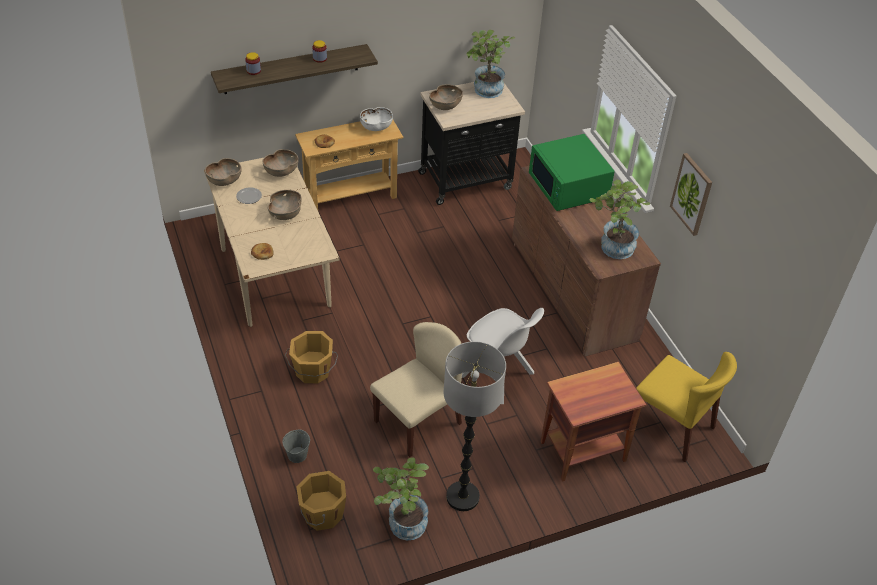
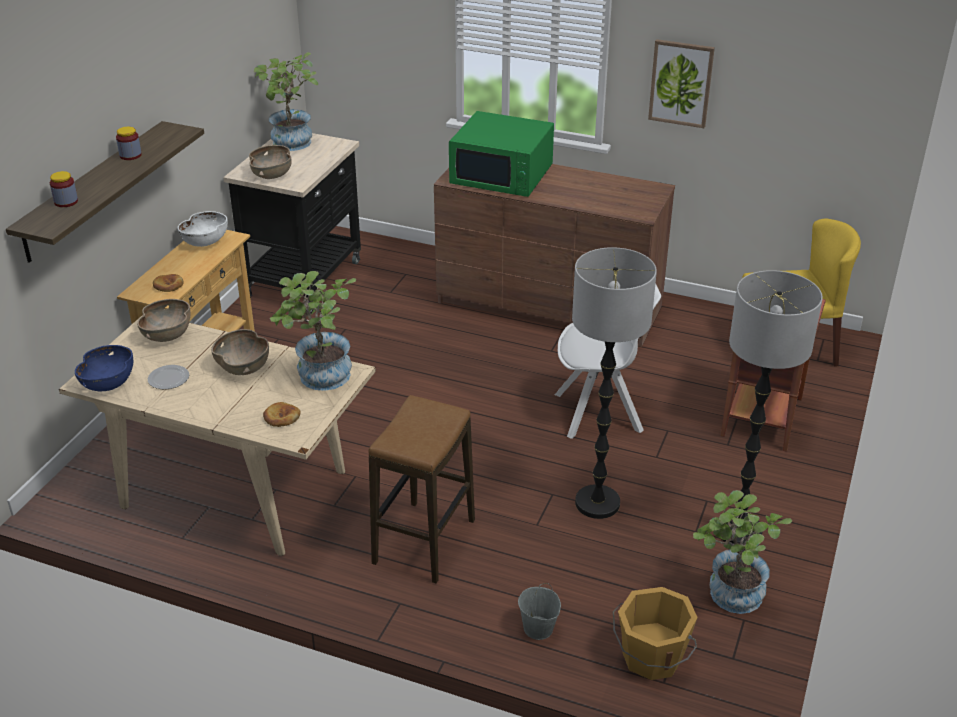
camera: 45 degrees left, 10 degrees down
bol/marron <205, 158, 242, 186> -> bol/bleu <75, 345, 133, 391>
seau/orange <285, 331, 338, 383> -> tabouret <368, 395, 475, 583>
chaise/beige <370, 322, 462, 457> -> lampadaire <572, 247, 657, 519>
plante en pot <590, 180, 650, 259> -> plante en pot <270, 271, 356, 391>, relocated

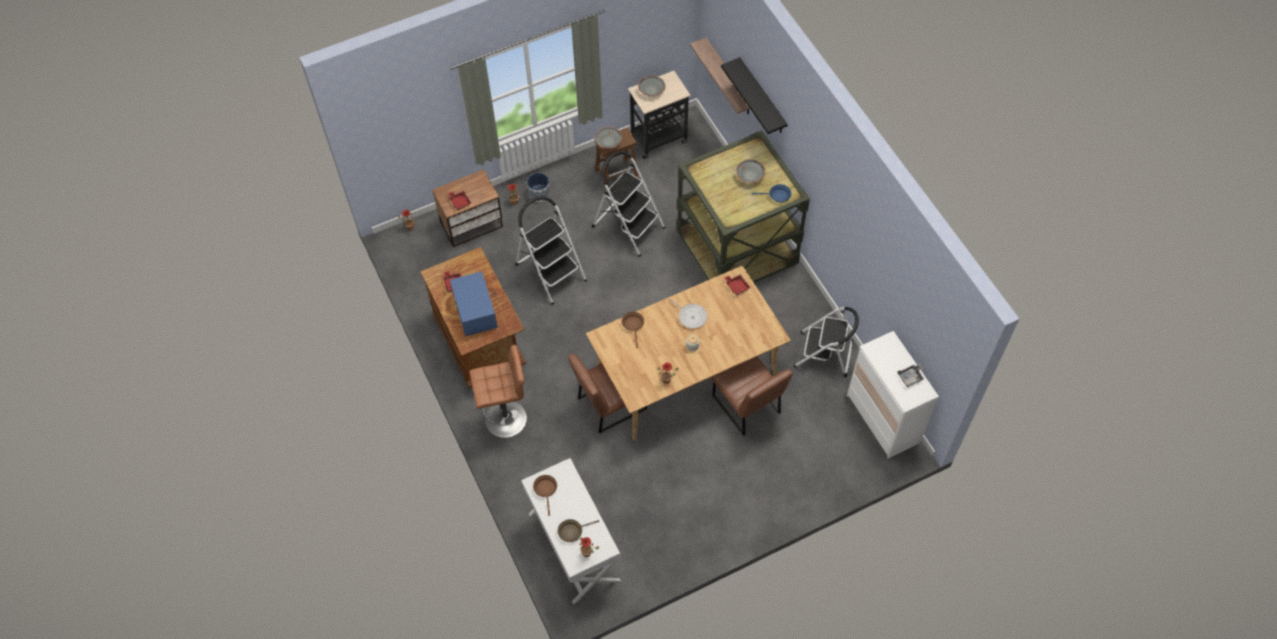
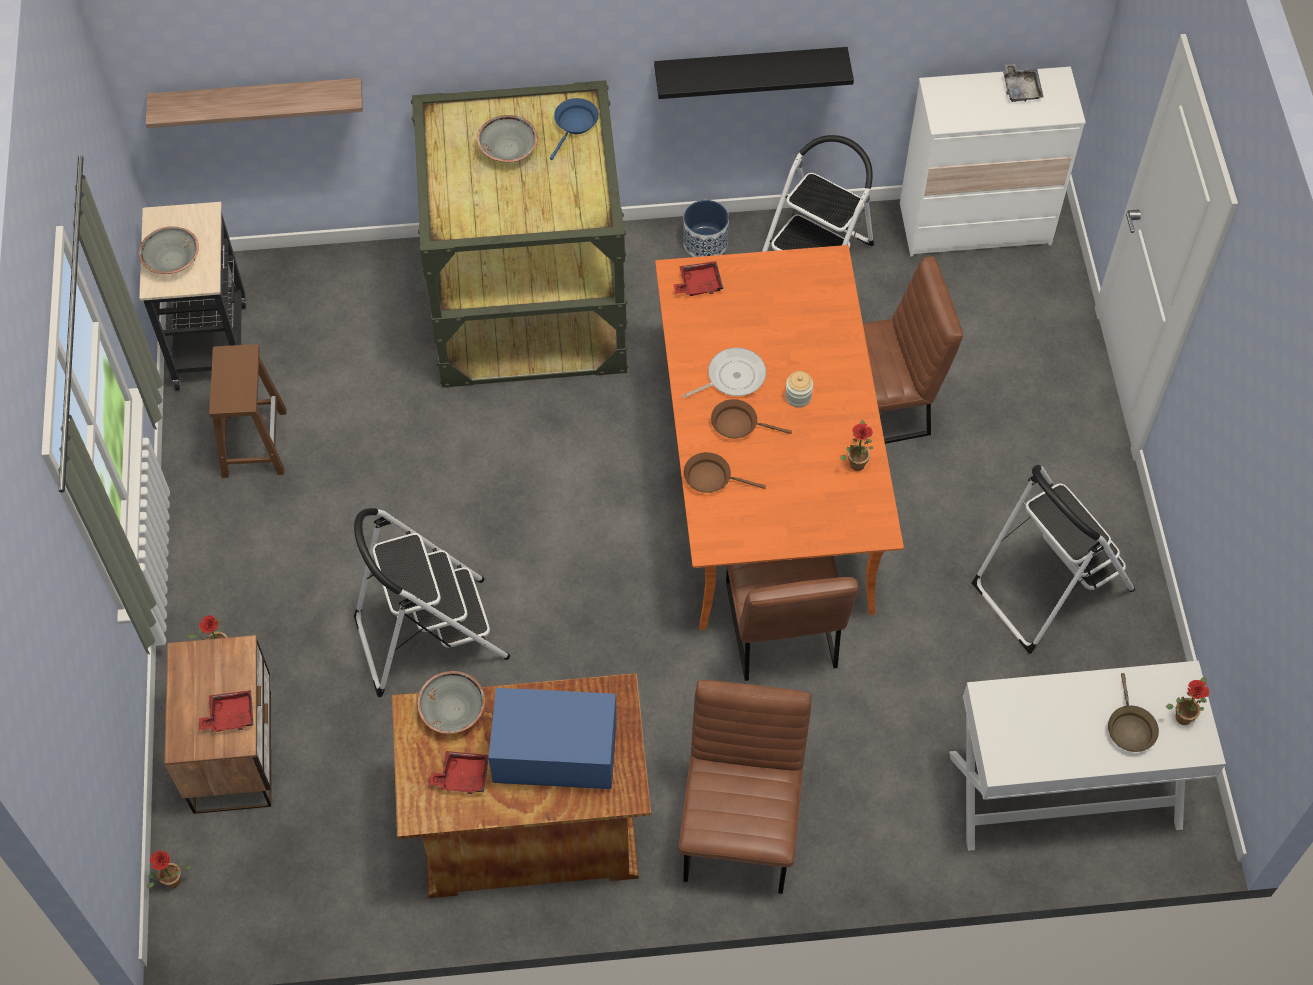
camera: 70 degrees left, 0 degrees up
tabouret/marron <469, 345, 527, 438> -> chaise/marron <678, 680, 812, 894>
cache-pot <527, 173, 550, 202> -> cache-pot <683, 200, 729, 257>, relocated
poêle/marron <533, 475, 557, 516> -> poêle/marron <711, 399, 792, 439>, relocated
table à manger/beige <586, 266, 791, 441> -> table à manger/orange <655, 245, 904, 630>
escabeau <592, 151, 665, 256> -> escabeau <972, 465, 1135, 654>, relocated
bol/gris <595, 127, 622, 149> -> bol/gris <417, 671, 486, 734>, relocated
étagère/noir <721, 57, 788, 134> -> étagère/noir <654, 47, 854, 99>, relocated

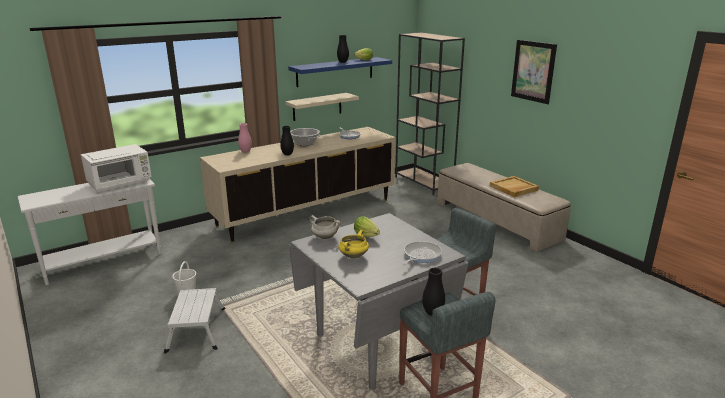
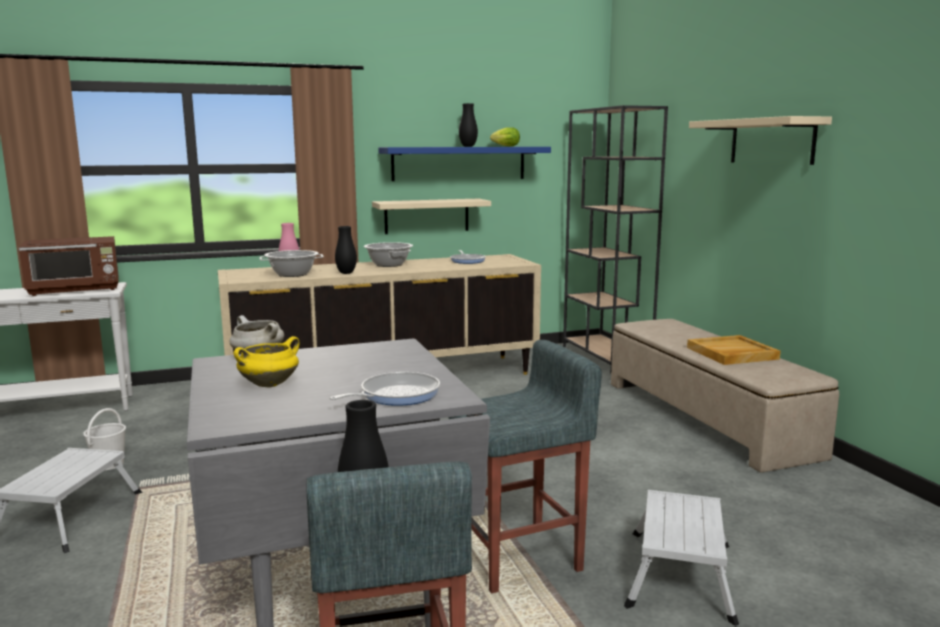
camera: 15 degrees right, 10 degrees down
micro-ondes/blanc <81, 144, 152, 192> -> micro-ondes/marron <19, 236, 118, 296>
laitue <354, 216, 380, 237> -> none
tableau <511, 40, 557, 104> -> étagère/beige <689, 116, 832, 165>
none -> marmite <260, 250, 324, 277>
none -> escabeau/blanc <624, 490, 739, 626>

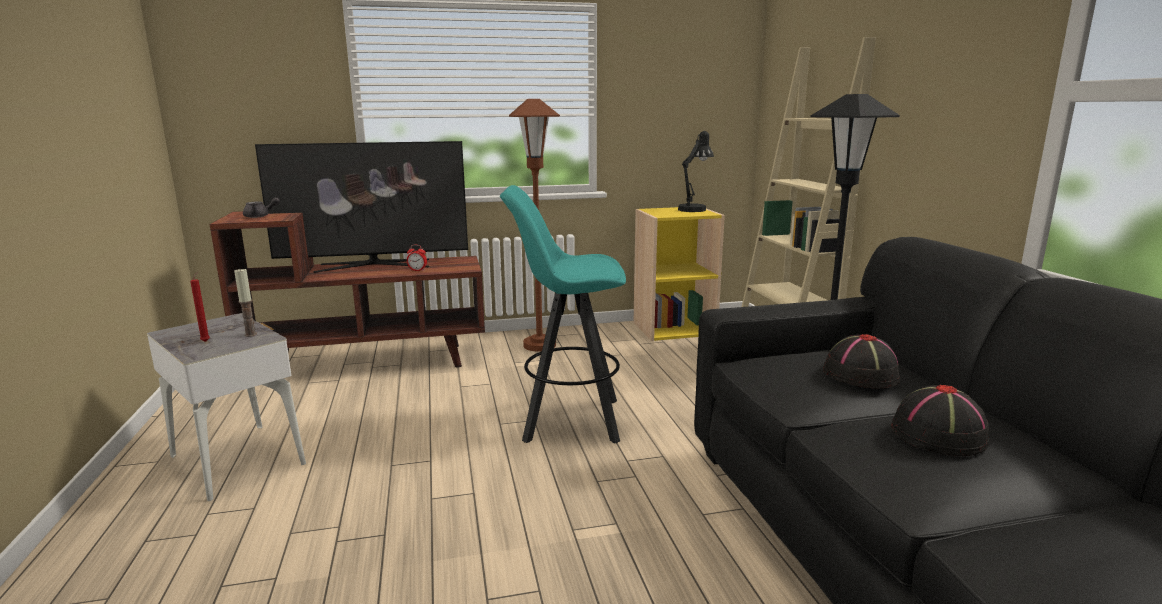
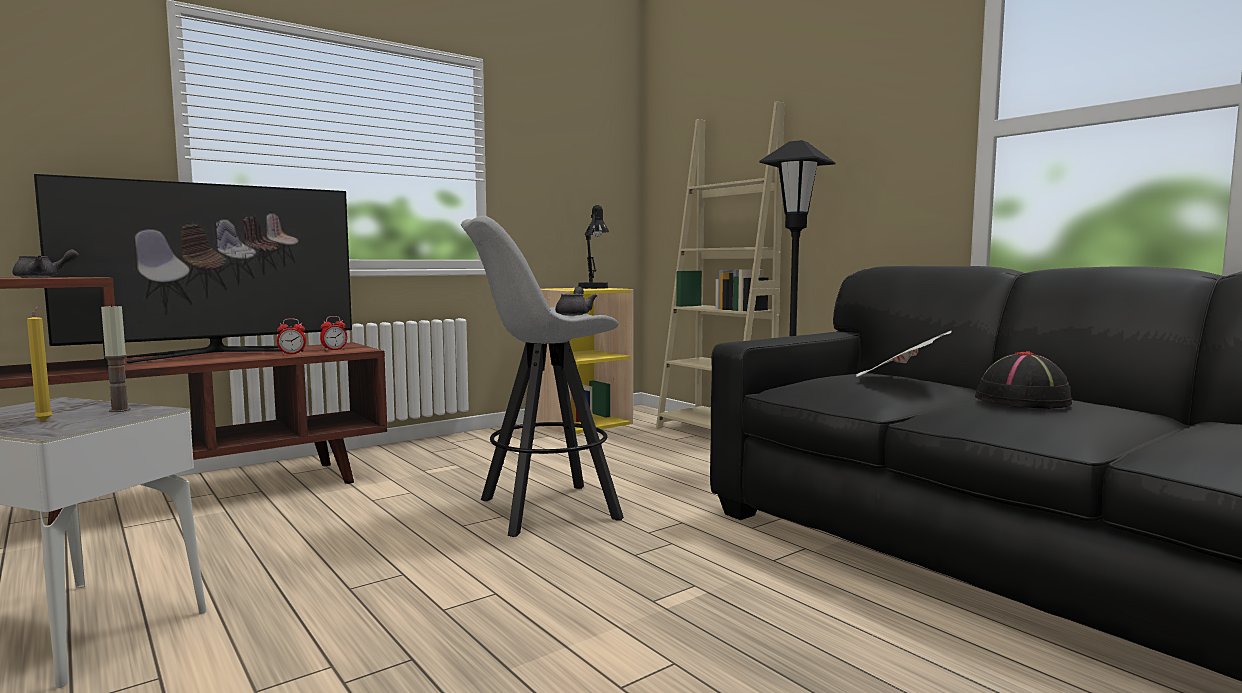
camera: 25 degrees left, 10 degrees down
bougie/rouge <190, 272, 210, 342> -> bougie/jaune <27, 306, 53, 421>
tabouret/turquoise <500, 185, 626, 443> -> tabouret/gris <461, 216, 624, 537>
lampadaire/marron <509, 99, 560, 351> -> none
chapeau/noir <823, 334, 900, 389> -> journal <856, 331, 951, 377>
none -> réveil <320, 316, 347, 351>
none -> théière/gris <555, 287, 597, 316>

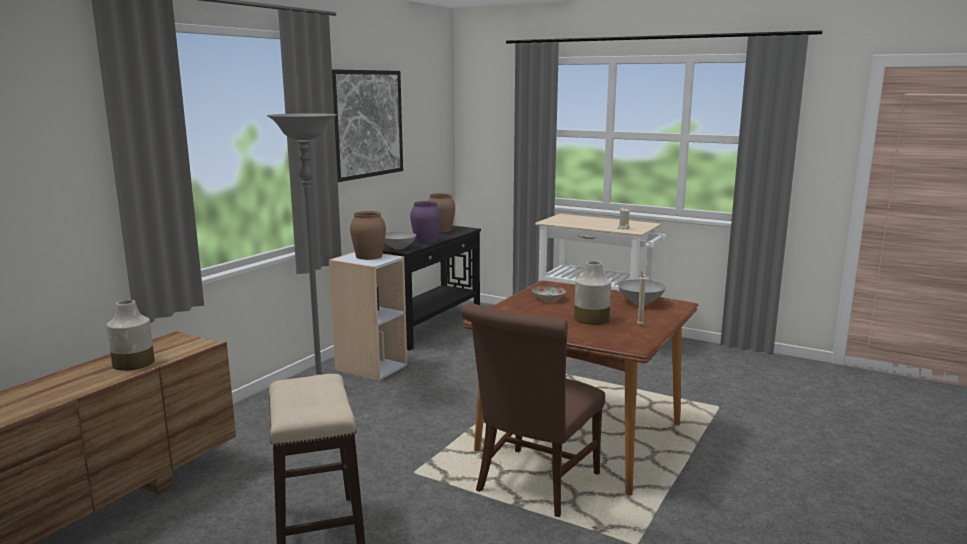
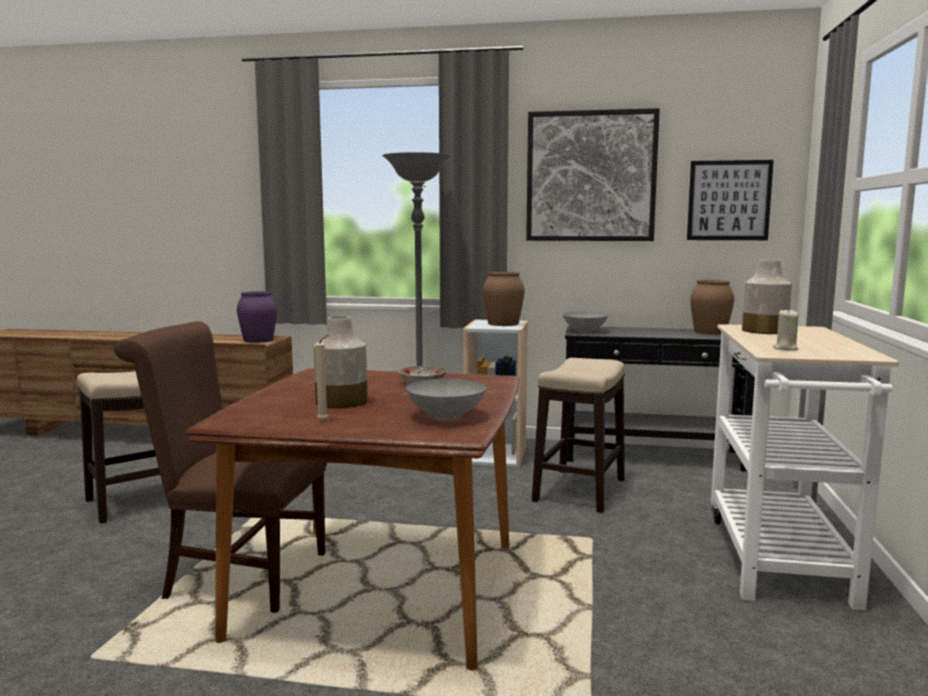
camera: 70 degrees right, 5 degrees down
vase/beige <107, 300, 155, 370> -> vase/beige <742, 259, 792, 334>, relocated
vase/violet <410, 201, 441, 243> -> vase/violet <237, 291, 277, 343>, relocated
none -> tabouret <532, 358, 625, 513>
none -> tableau <687, 160, 774, 240>

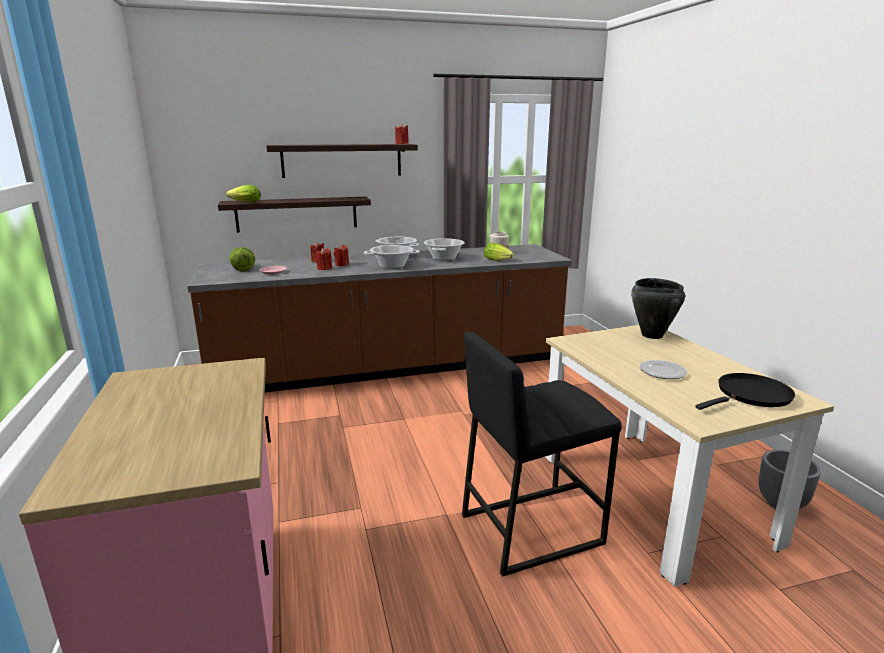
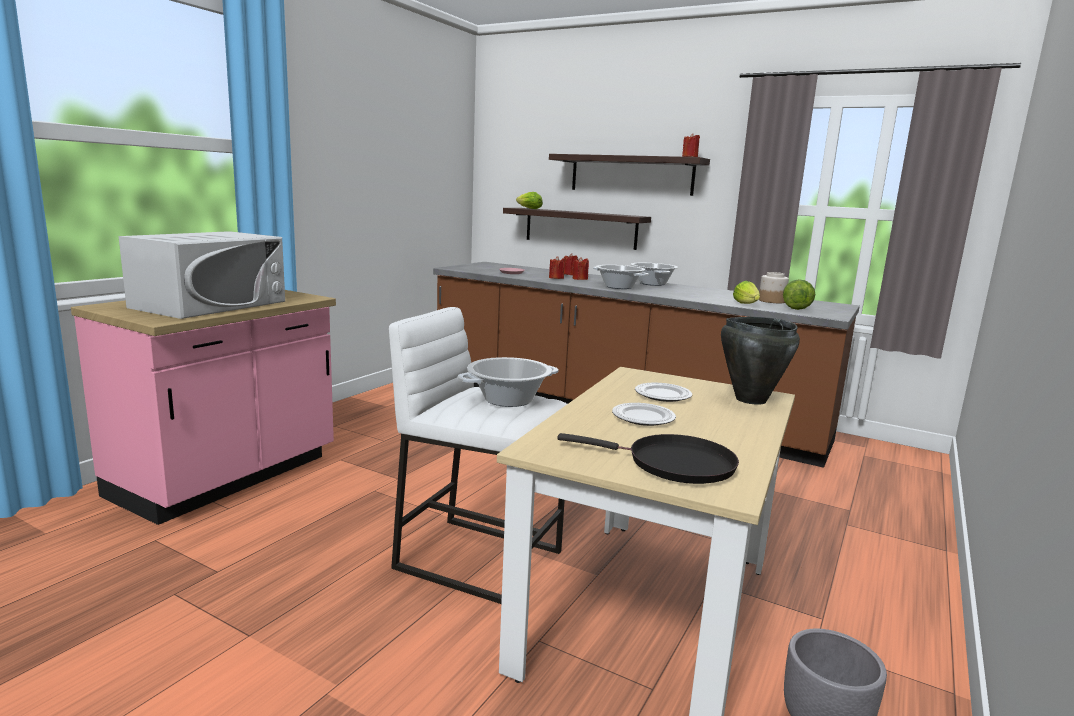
camera: 45 degrees right, 5 degrees down
laitue <229, 247, 255, 271> -> laitue <783, 279, 815, 310>, relocated
marmite <424, 238, 465, 260> -> marmite <458, 357, 559, 407>, relocated
tabouret/noir <462, 332, 622, 577> -> tabouret/blanc <389, 307, 567, 604>
none -> micro-ondes/blanc <119, 231, 285, 319>
none -> assiette <635, 383, 692, 402>

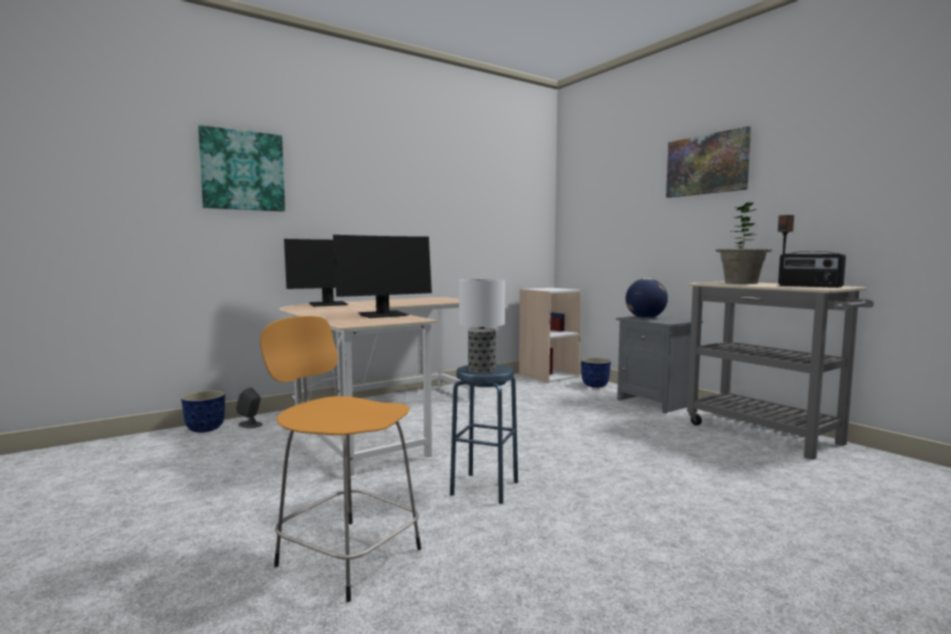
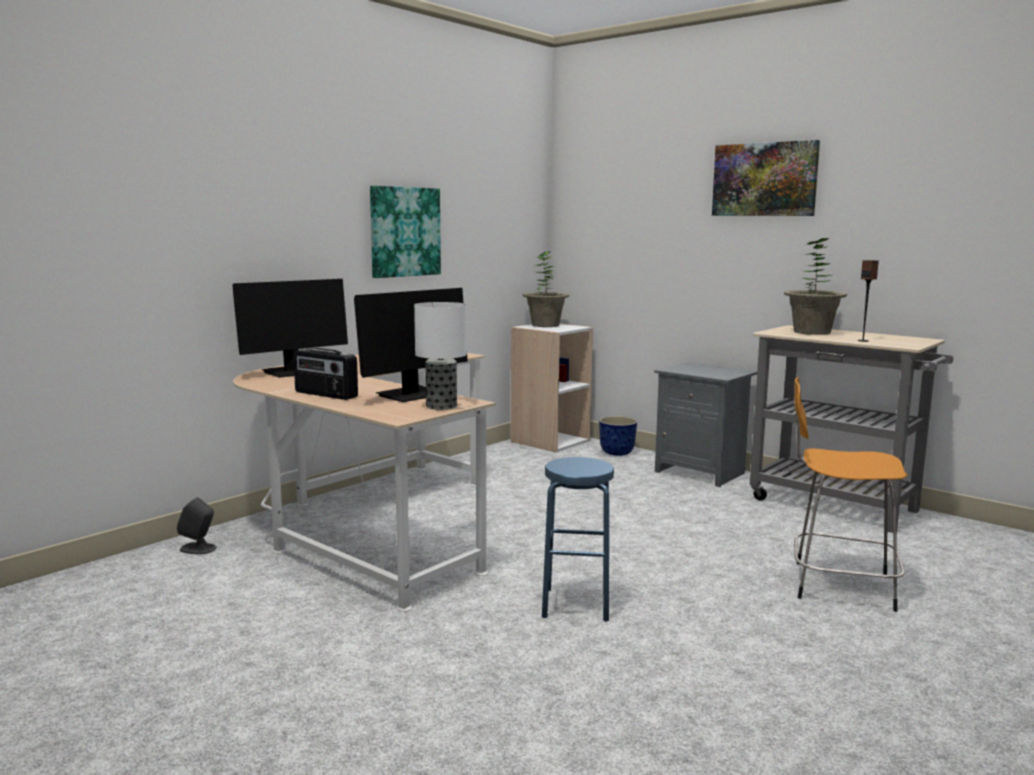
camera: 15 degrees left, 5 degrees up
cache-pot <181, 390, 225, 433> -> none
tableau <198, 125, 285, 212> -> tableau <370, 186, 441, 278>, relocated
tabouret/orange <260, 316, 421, 602> -> tabouret/orange <794, 377, 908, 612>, relocated
lampe de table <459, 279, 505, 373> -> lampe de table <414, 302, 467, 410>, relocated
globe <626, 278, 668, 319> -> none
radio <778, 251, 846, 288> -> radio <294, 348, 358, 400>, relocated
none -> plante en pot <523, 251, 570, 327>

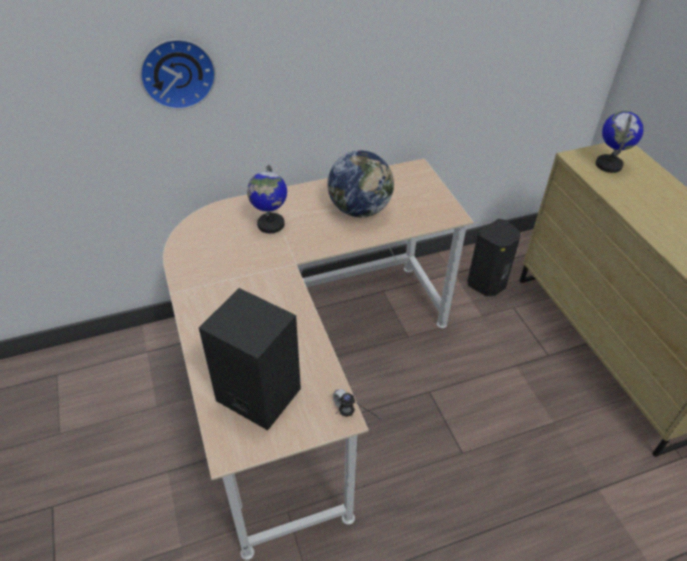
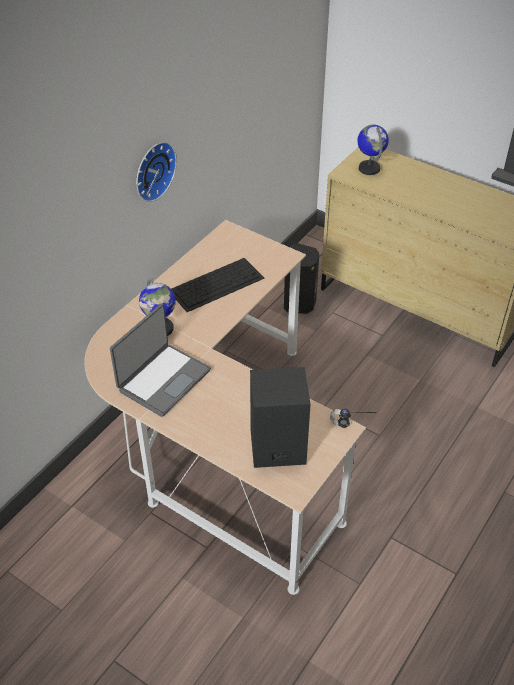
camera: 35 degrees left, 0 degrees up
horloge murale <140, 39, 216, 110> -> horloge murale <136, 142, 177, 202>, relocated
globe <327, 150, 394, 217> -> clavier <171, 258, 264, 312>
none -> ordinateur portable <110, 303, 211, 417>

